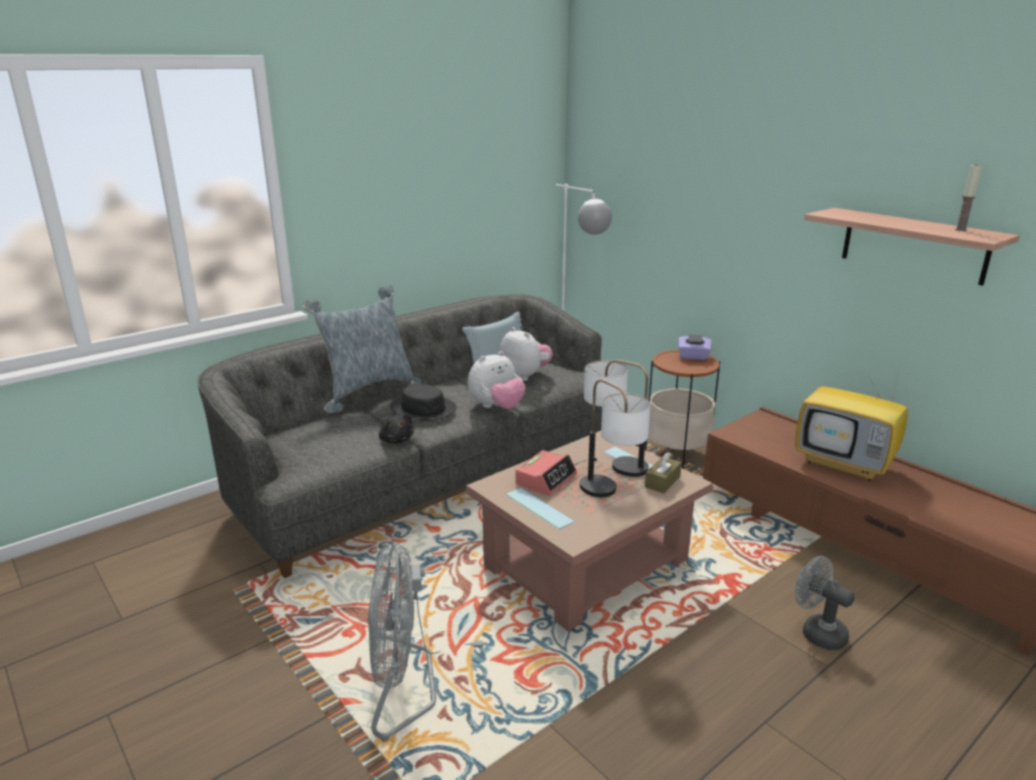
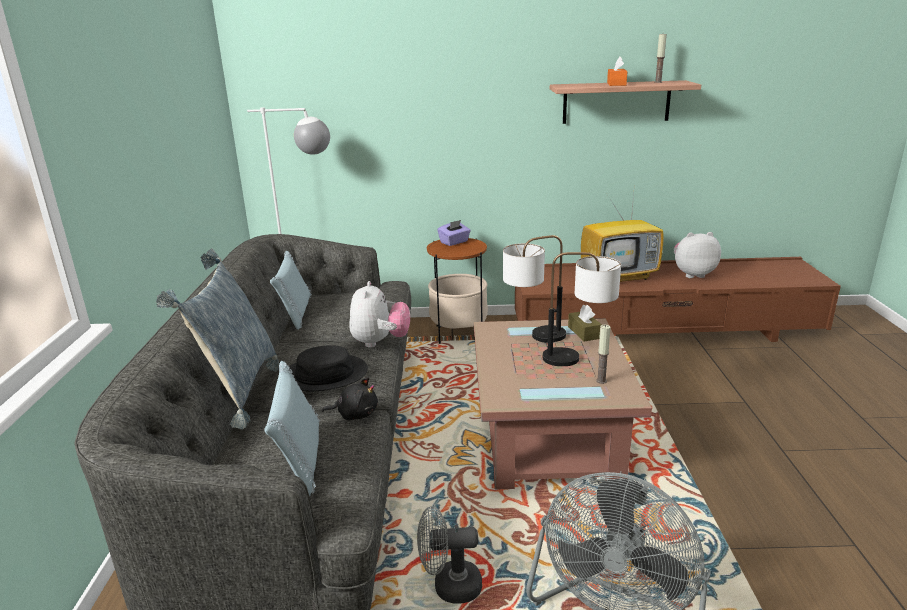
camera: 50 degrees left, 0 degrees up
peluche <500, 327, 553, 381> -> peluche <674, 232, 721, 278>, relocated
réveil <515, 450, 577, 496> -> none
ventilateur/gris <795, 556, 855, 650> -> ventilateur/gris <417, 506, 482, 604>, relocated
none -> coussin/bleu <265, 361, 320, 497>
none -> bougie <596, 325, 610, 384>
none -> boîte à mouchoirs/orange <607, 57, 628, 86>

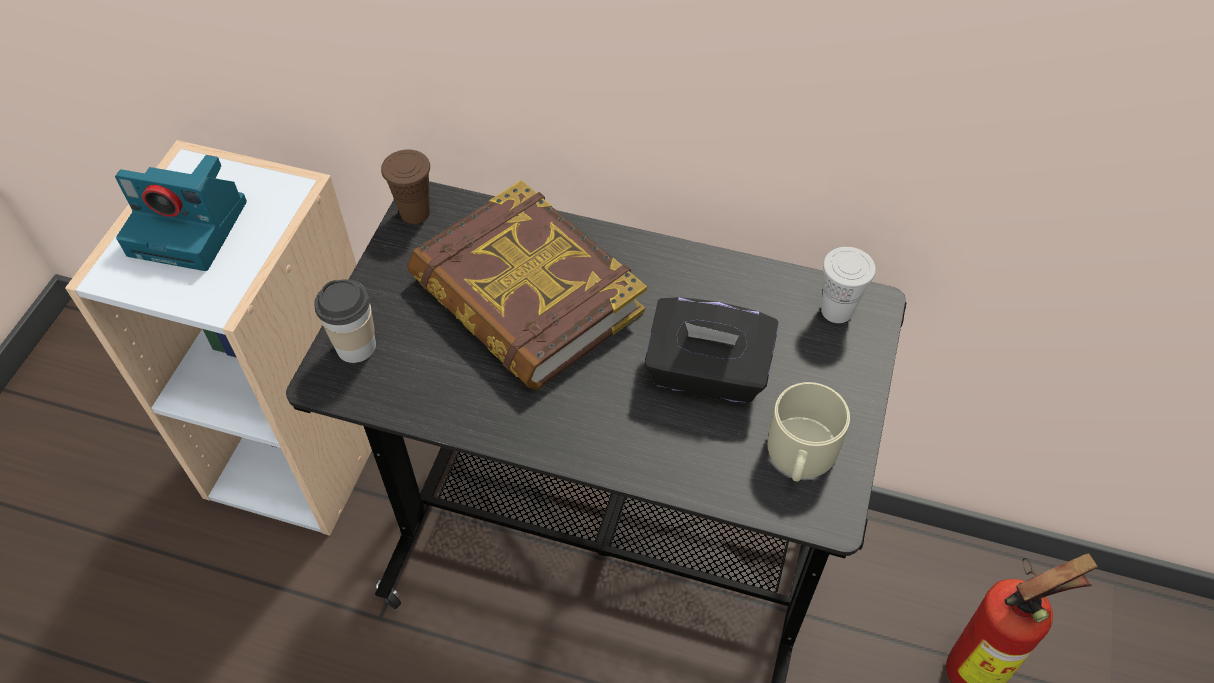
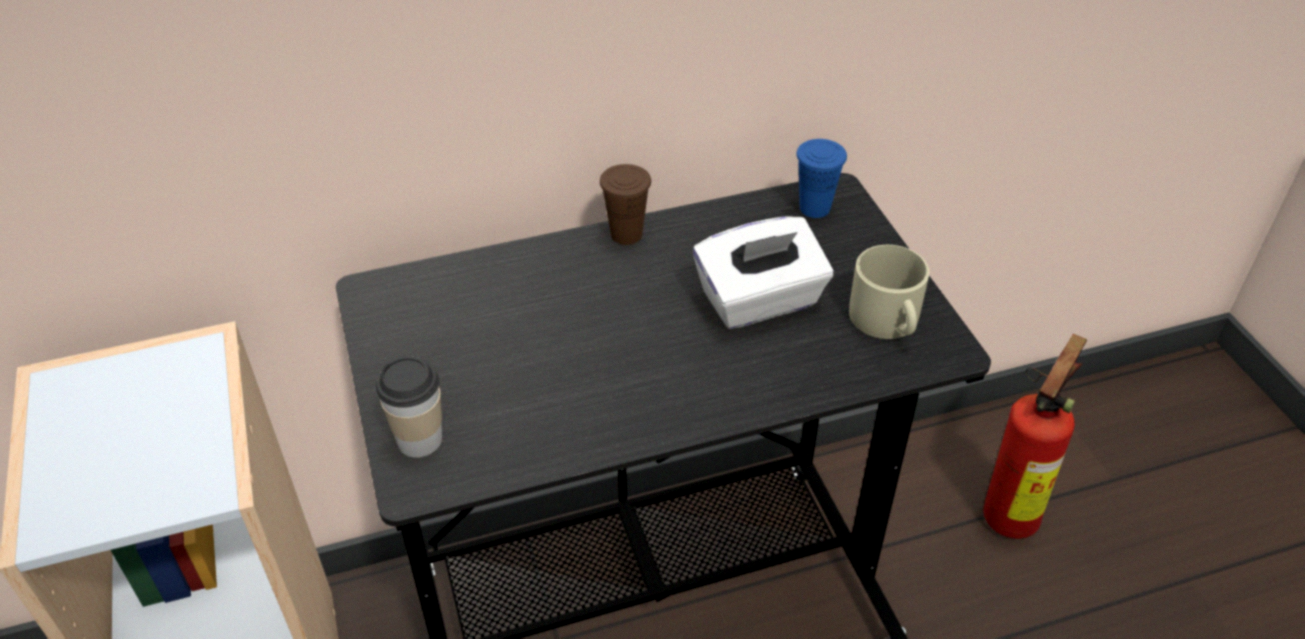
camera: 35 degrees left, 10 degrees down
appareil photo <115, 155, 247, 271> -> none
tasse/marron <381, 150, 430, 224> -> tasse/marron <600, 164, 651, 245>, relocated
livre <407, 180, 647, 391> -> none
boîte à mouchoirs/noir <644, 297, 778, 403> -> boîte à mouchoirs/blanc <693, 216, 833, 329>
tasse/blanc <821, 247, 876, 323> -> tasse/bleu <796, 139, 847, 218>

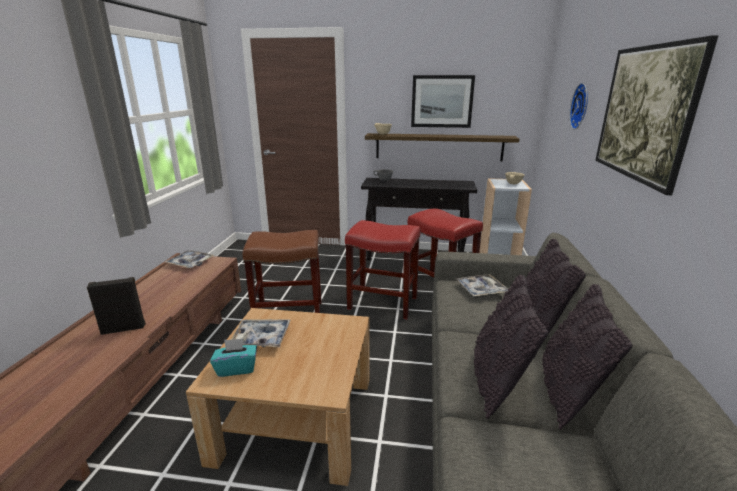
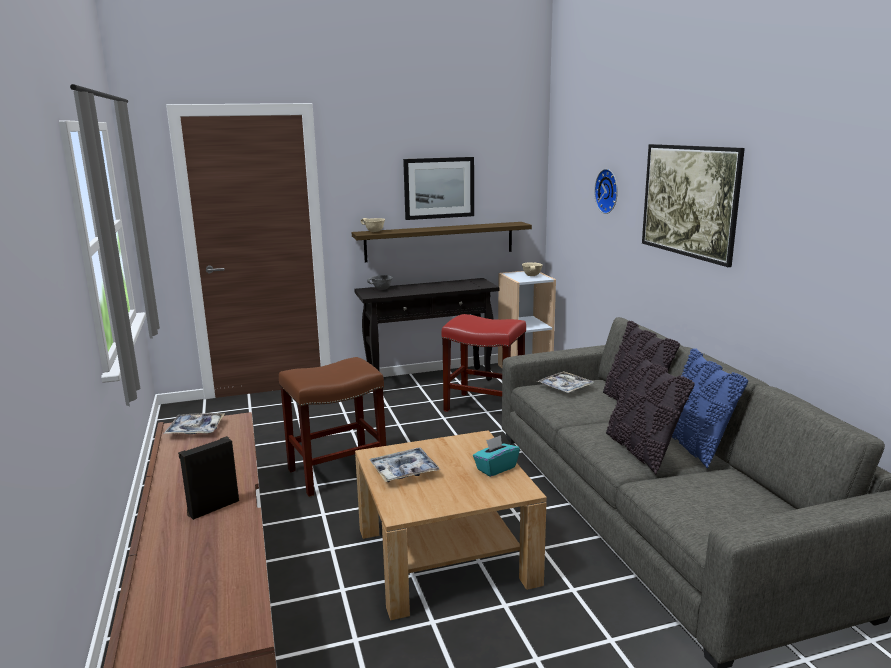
camera: 25 degrees left, 5 degrees down
boîte à mouchoirs/turquoise <210, 338, 257, 377> -> boîte à mouchoirs/turquoise <473, 435, 520, 477>, relocated
tabouret/rouge <345, 220, 421, 319> -> none
coussin/noir <542, 284, 633, 429> -> coussin/bleu <672, 348, 748, 468>

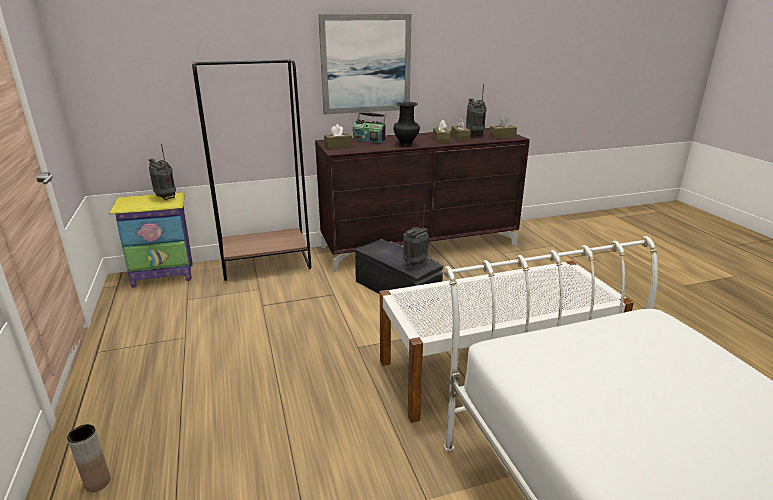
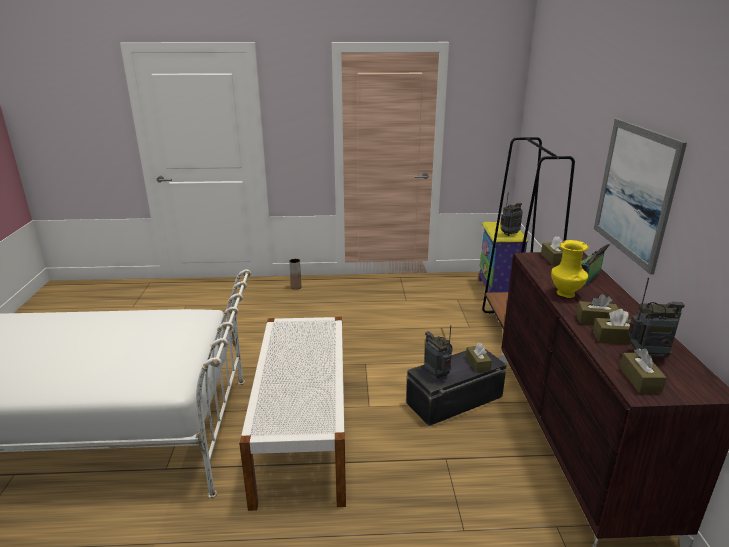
camera: 105 degrees right, 0 degrees up
vase/noir <393, 101, 420, 146> -> vase/jaune <551, 240, 589, 298>
none -> boîte à mouchoirs/marron <466, 342, 492, 373>

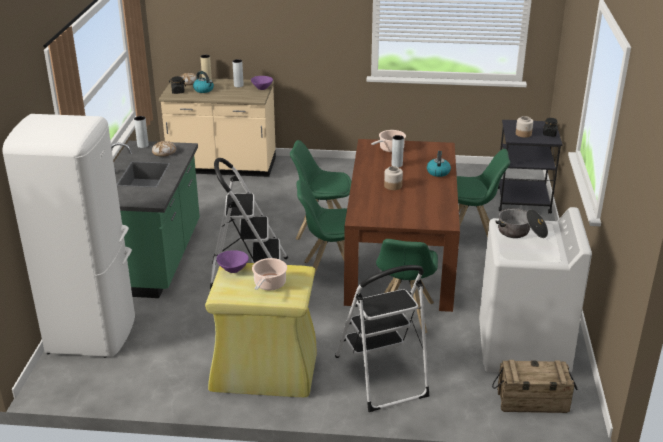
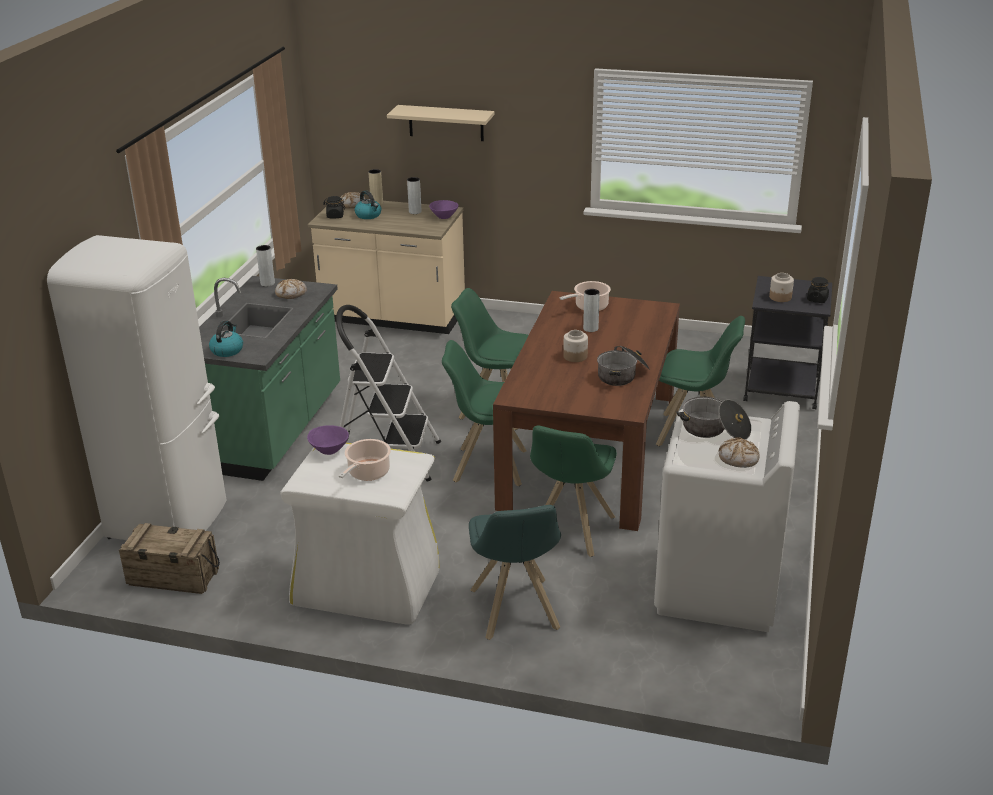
camera: 10 degrees right, 0 degrees up
table de chevet/jaune <205, 263, 316, 397> -> table de chevet/blanc <280, 443, 440, 625>
escabeau <335, 265, 429, 412> -> chaise/turquoise <469, 505, 561, 640>
bouilloire <427, 151, 451, 177> -> bouilloire <209, 321, 243, 357>, relocated
caisse <492, 360, 578, 413> -> caisse <119, 523, 220, 594>, relocated
none -> étagère/beige <387, 105, 495, 141>
none -> marmite <597, 346, 650, 386>
none -> pain <719, 437, 760, 468>

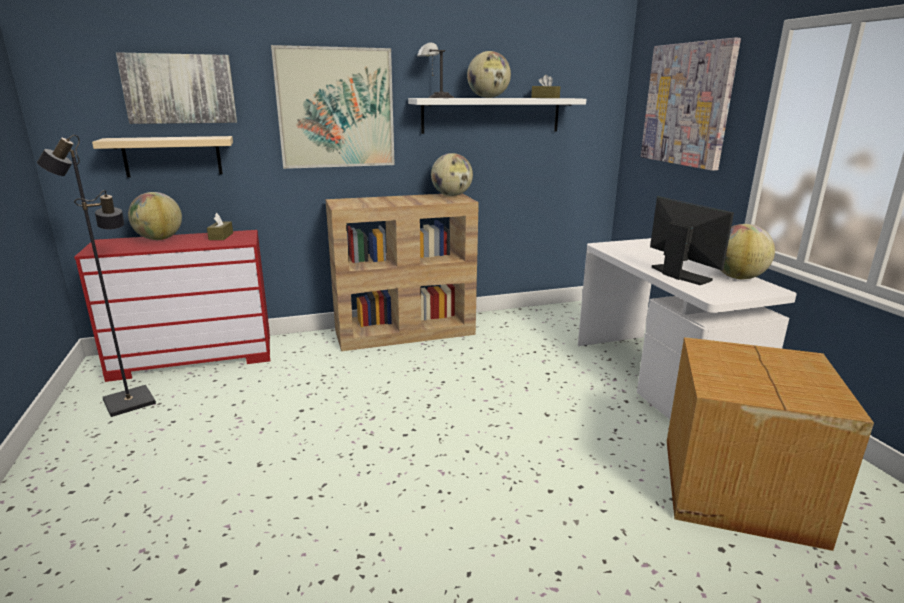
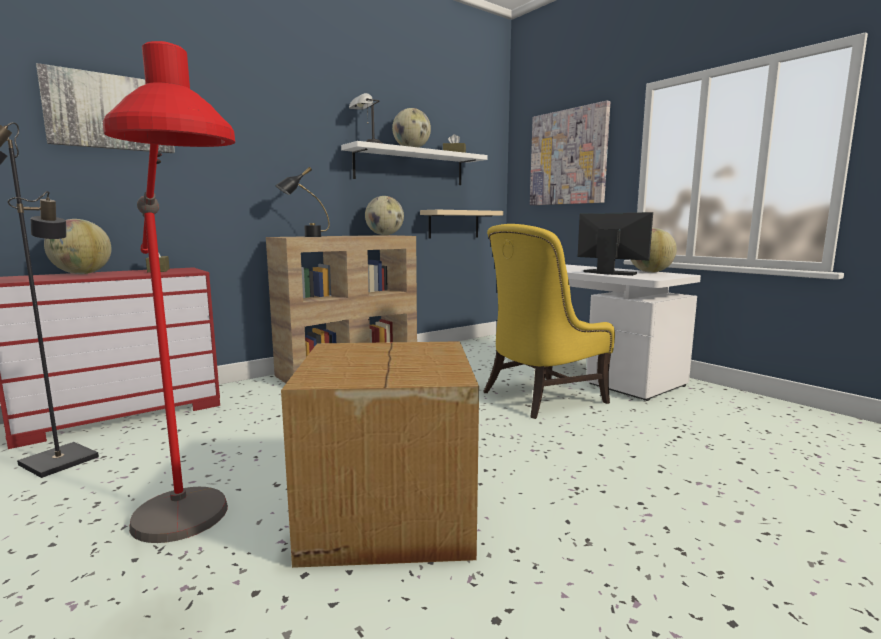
camera: 20 degrees left, 10 degrees down
étagère/beige <92, 136, 233, 177> -> étagère/beige <420, 210, 503, 239>, relocated
tableau <271, 45, 395, 169> -> none
carton <667, 337, 874, 551> -> carton <281, 341, 479, 568>, relocated
none -> lampadaire/rouge <103, 41, 235, 543>
none -> lampe de table/noir <275, 167, 330, 237>
none -> chaise/jaune <483, 224, 615, 419>

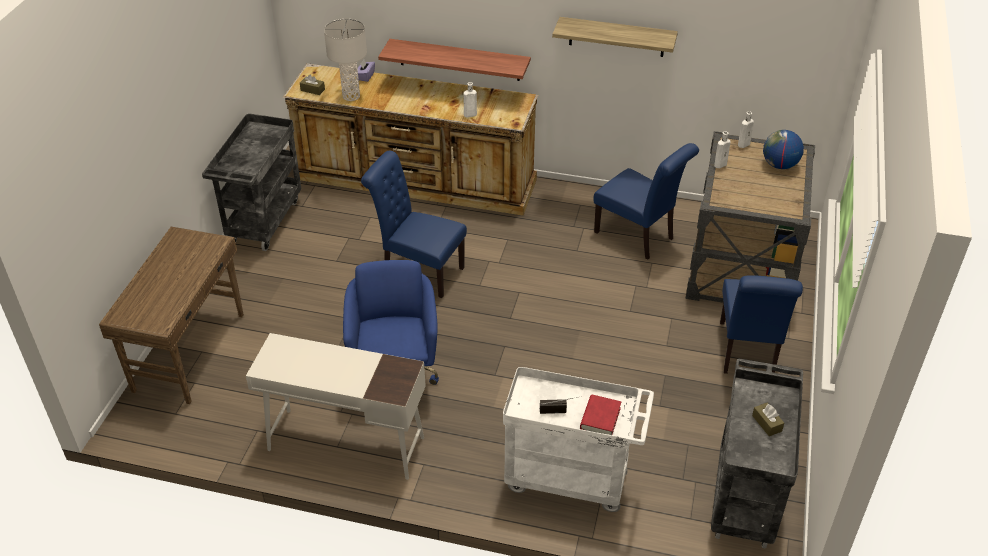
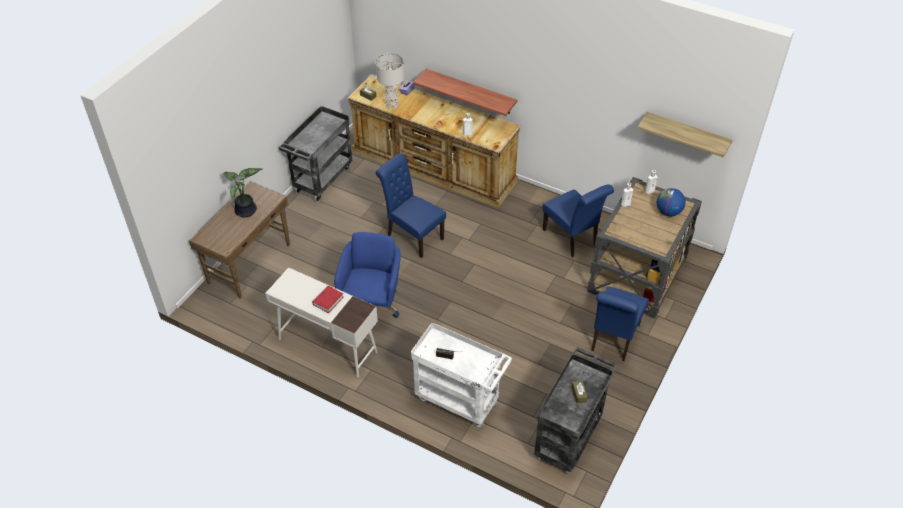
camera: 15 degrees right, 5 degrees up
étagère <552, 17, 678, 57> -> étagère <637, 112, 732, 158>, relocated
livre/rouge <580, 395, 621, 435> -> livre/rouge <312, 286, 344, 313>, relocated
none -> plante en pot <223, 168, 263, 217>

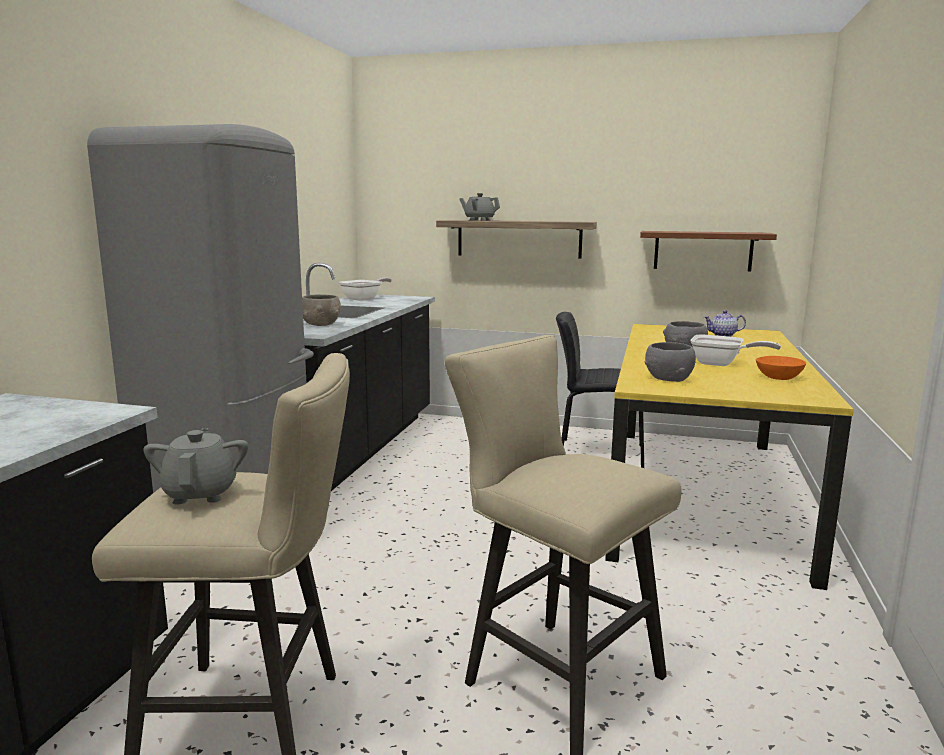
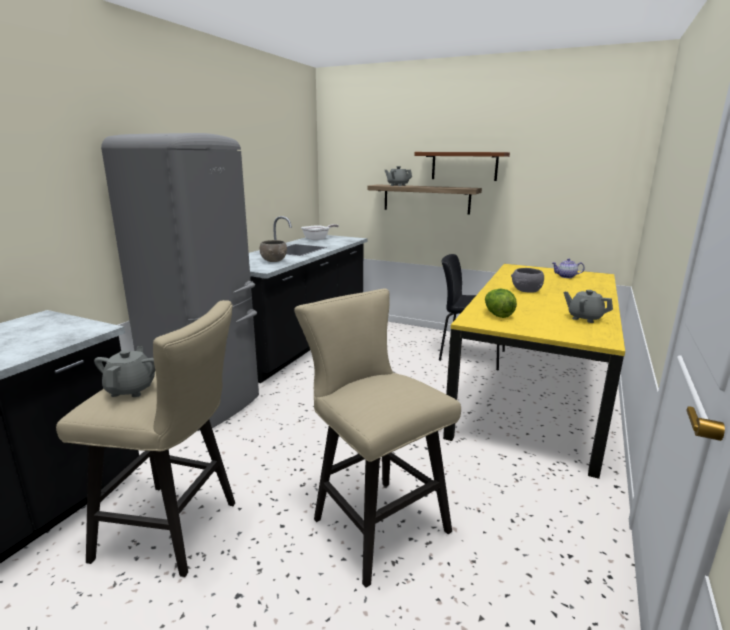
camera: 10 degrees right, 5 degrees up
étagère/marron <640, 231, 777, 271> -> étagère/marron <414, 152, 510, 181>, relocated
bol/gris <645, 342, 696, 382> -> laitue <485, 288, 517, 318>
poêle <690, 335, 781, 366> -> none
bol/orange <756, 356, 806, 380> -> théière/gris <564, 290, 613, 323>

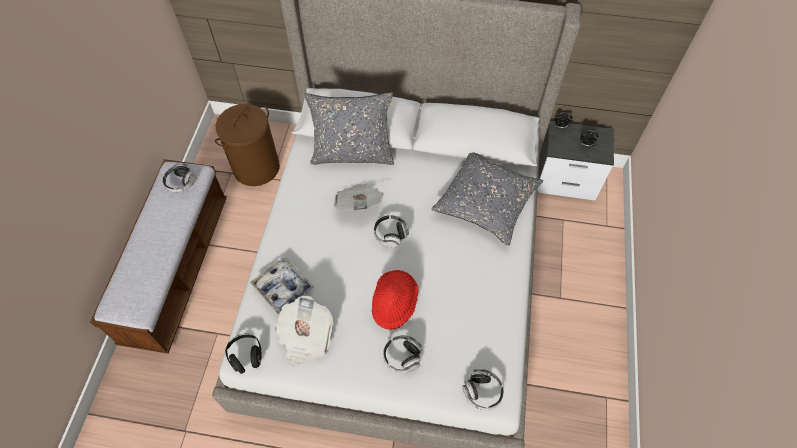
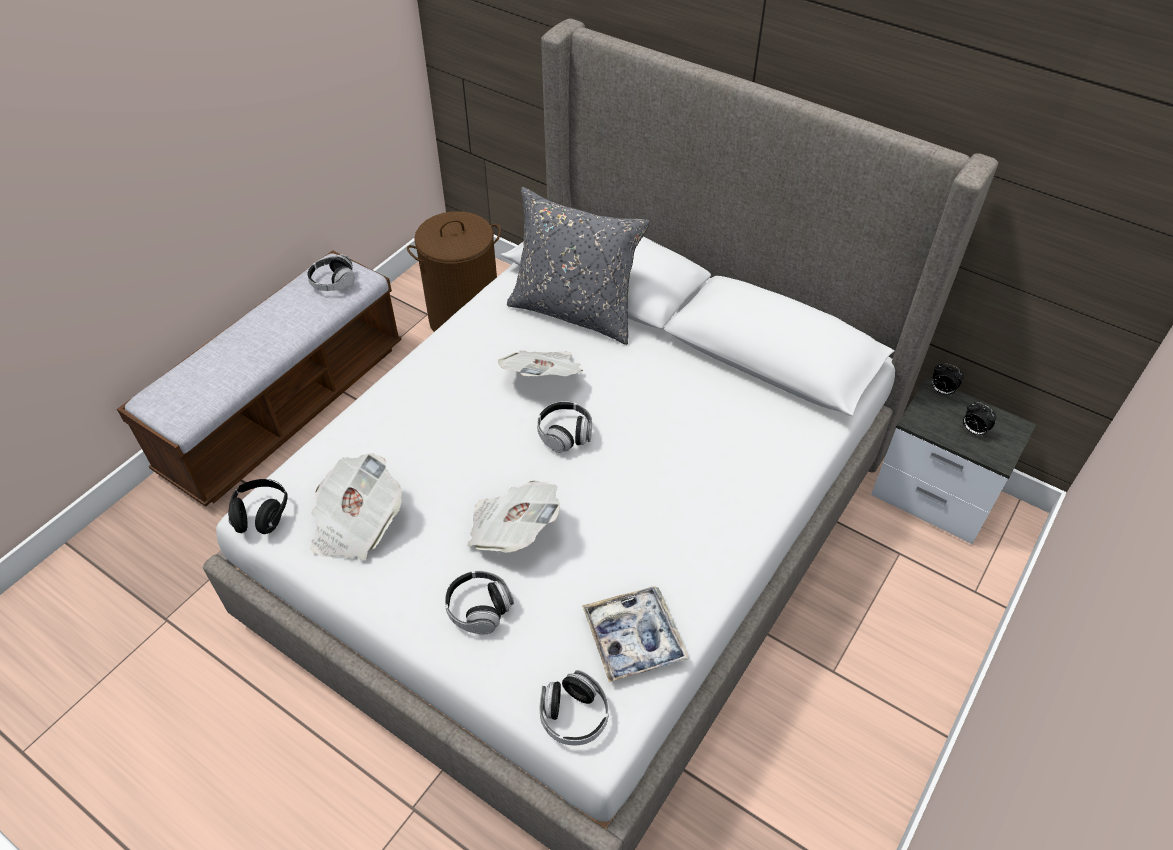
camera: 25 degrees right, 10 degrees down
plateau <250, 257, 314, 314> -> plateau <582, 586, 689, 682>, relocated
chapeau/rouge <372, 270, 419, 330> -> journal <468, 480, 560, 553>
coussin/gris <431, 152, 543, 246> -> none

